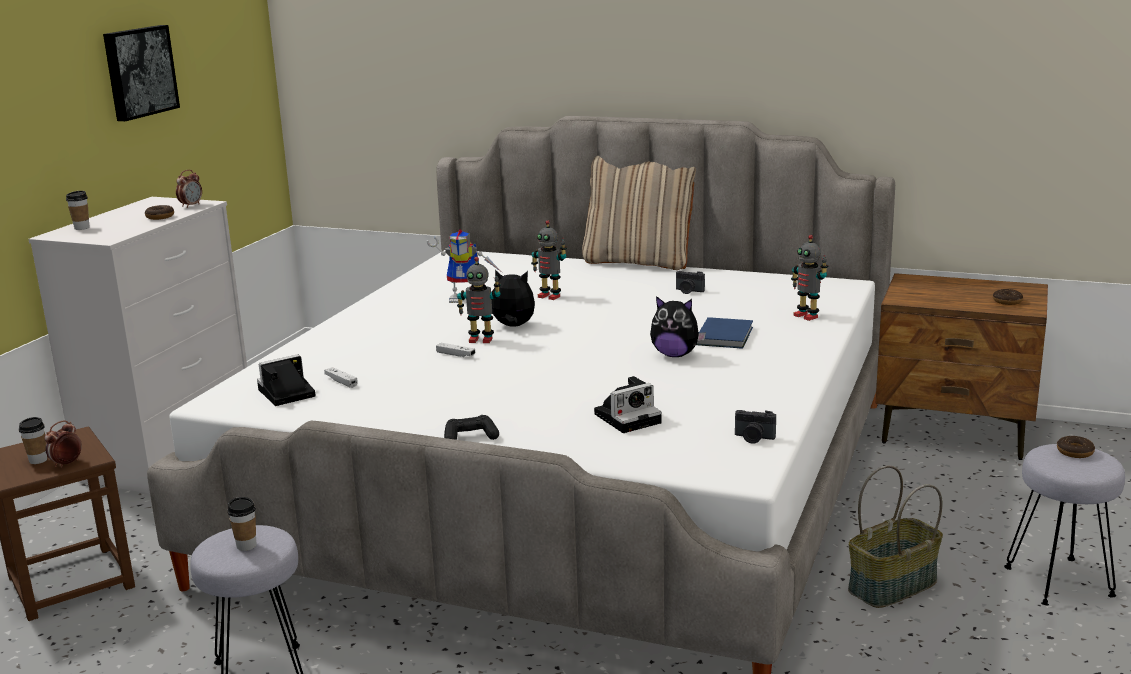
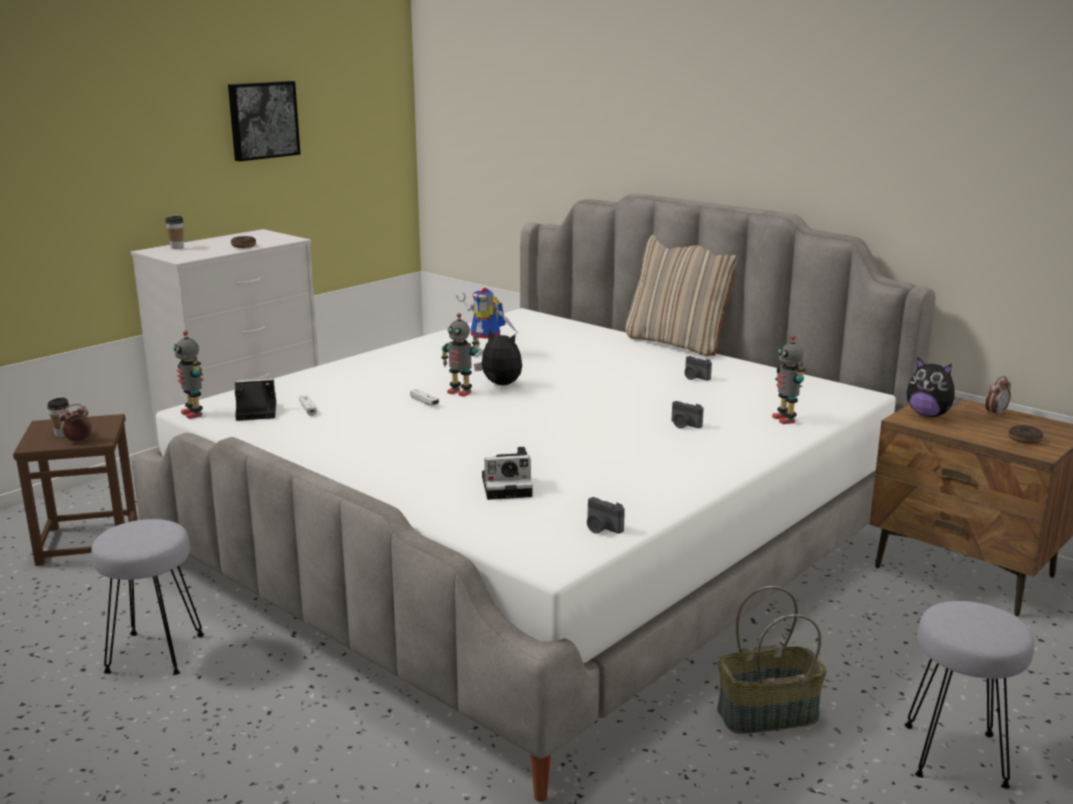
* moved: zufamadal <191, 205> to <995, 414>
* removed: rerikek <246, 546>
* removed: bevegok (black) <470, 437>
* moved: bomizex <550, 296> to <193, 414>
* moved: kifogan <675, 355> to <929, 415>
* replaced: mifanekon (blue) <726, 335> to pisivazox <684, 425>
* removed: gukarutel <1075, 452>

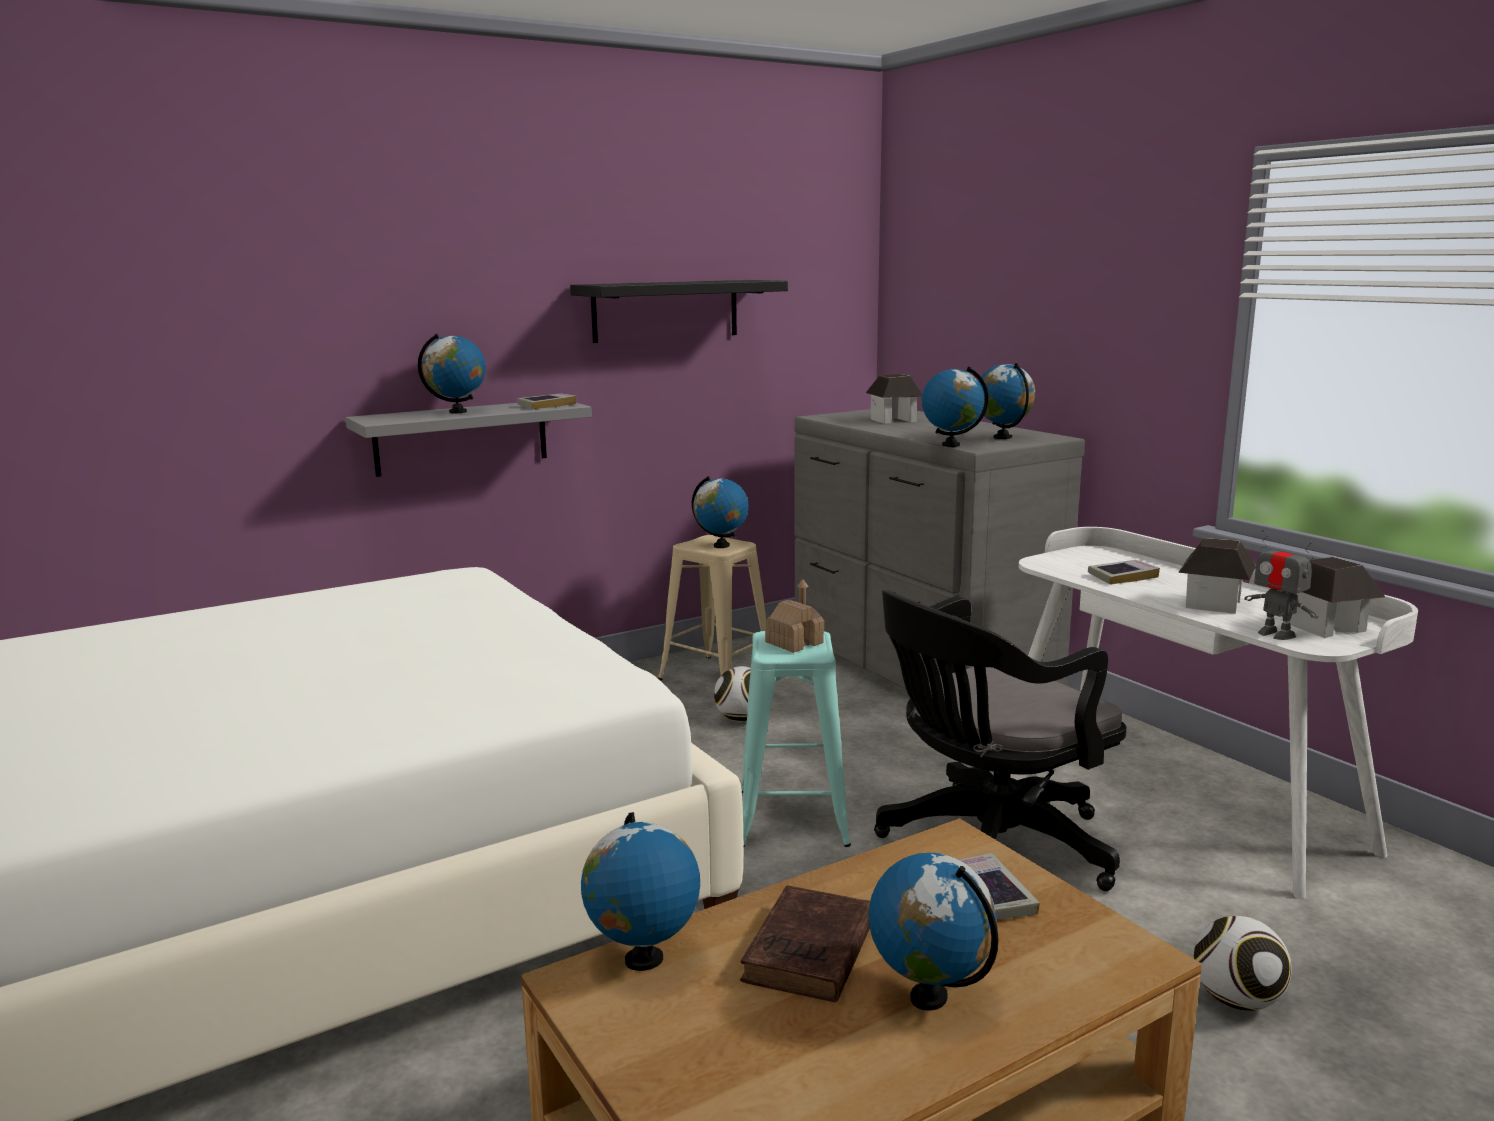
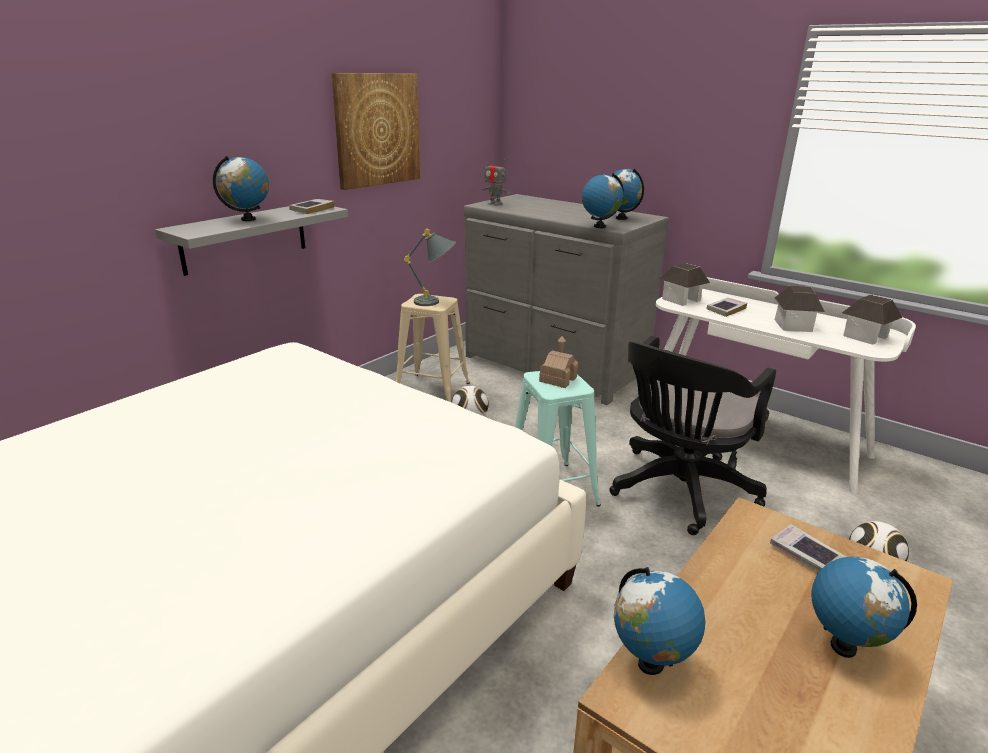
* replaced: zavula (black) <666, 310> to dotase <377, 130>
* replaced: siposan <721, 546> to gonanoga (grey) <435, 302>
* removed: mifanekon (brown) <809, 953>
* moved: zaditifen <893, 420> to <681, 300>
* moved: bomizex <1276, 634> to <495, 204>

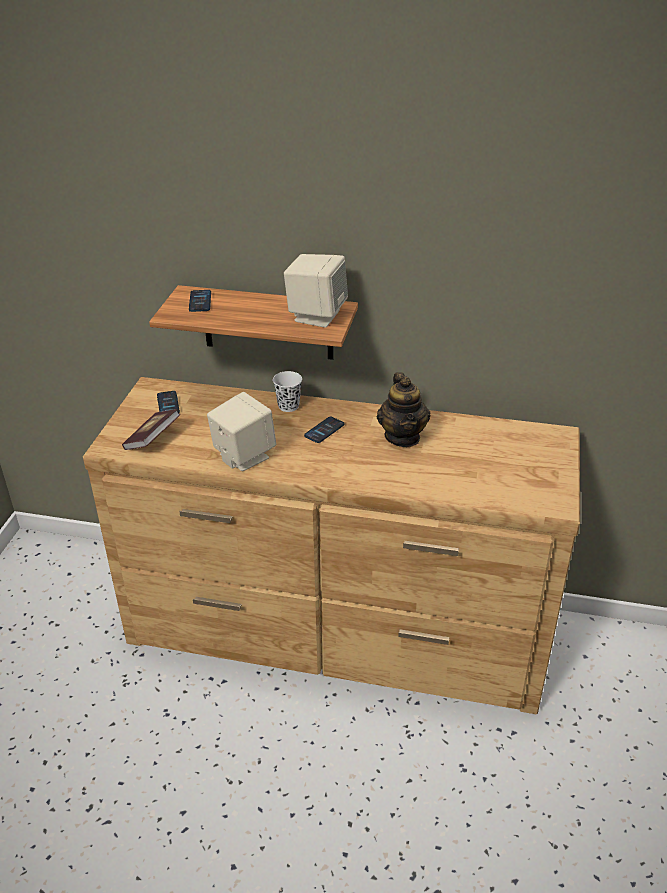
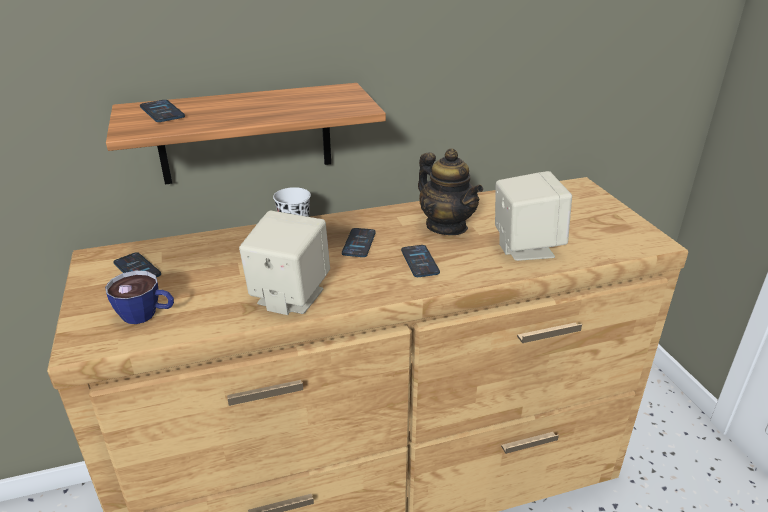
* replaced: mifanekon <152, 439> to rerikek <147, 315>
* moved: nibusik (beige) <316, 315> to <525, 247>
* added: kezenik <420, 262>

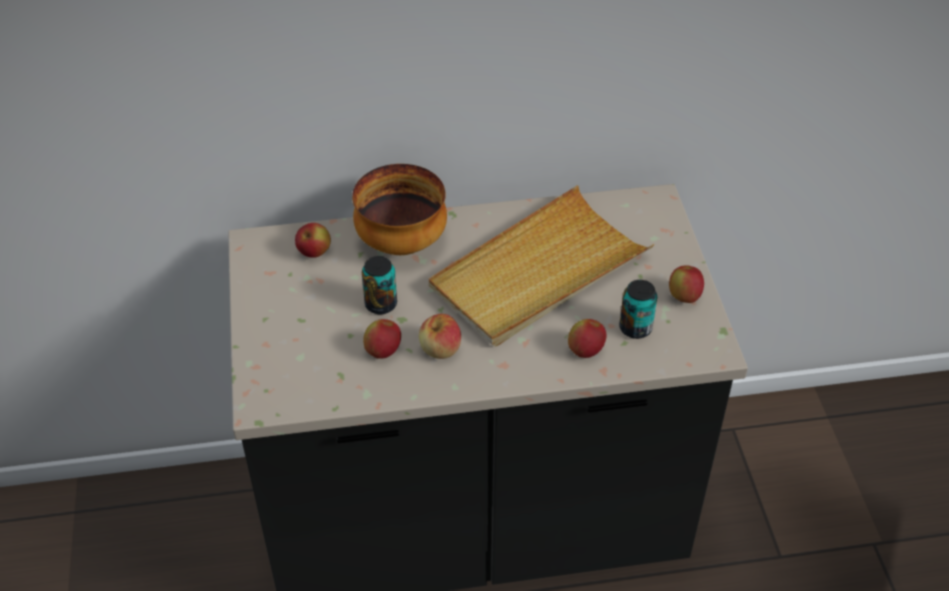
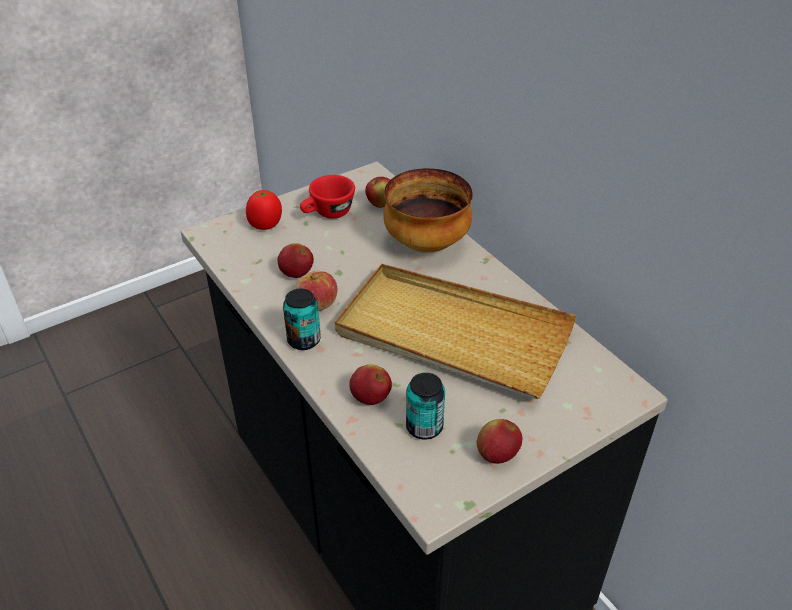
* moved: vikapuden <381, 304> to <304, 340>
* added: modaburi <266, 225>
* added: rerikek (red) <328, 214>

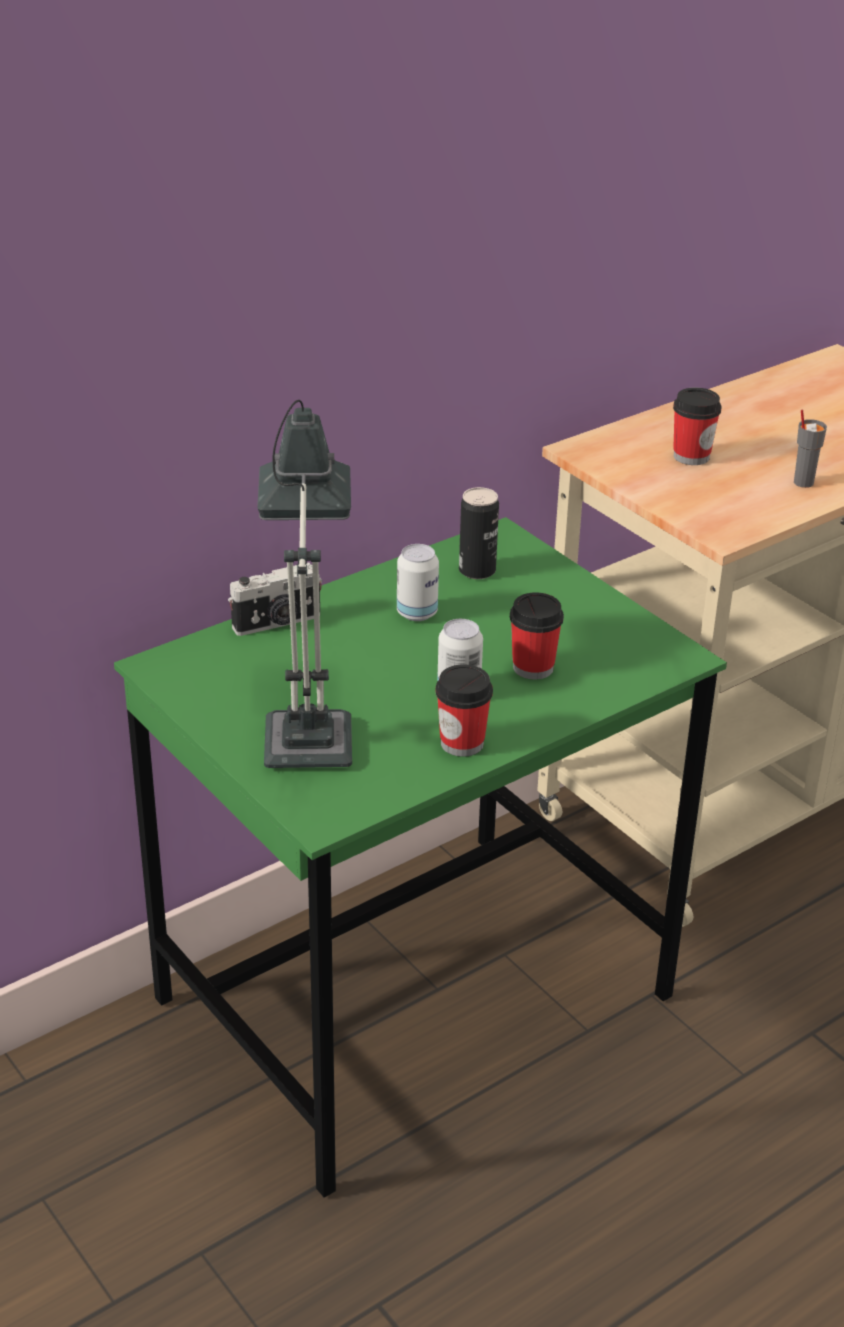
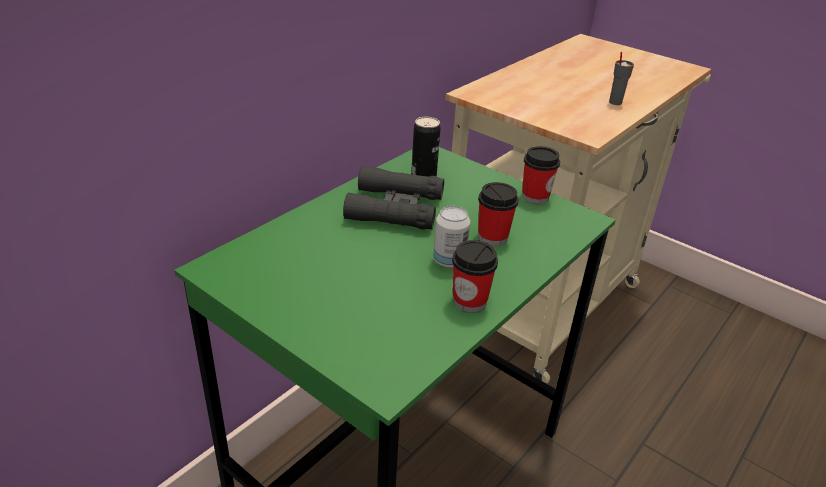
* removed: pisivazox <277, 623>
* removed: gonanoga <308, 729>
* replaced: vikapuden <417, 613> to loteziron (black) <395, 208>
* moved: rerikek <691, 456> to <535, 197>

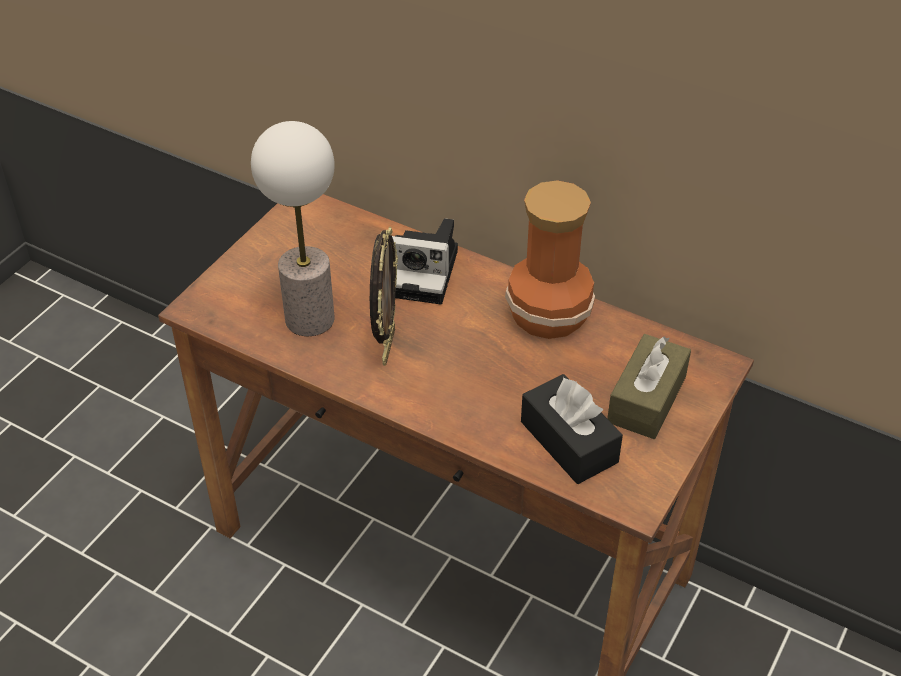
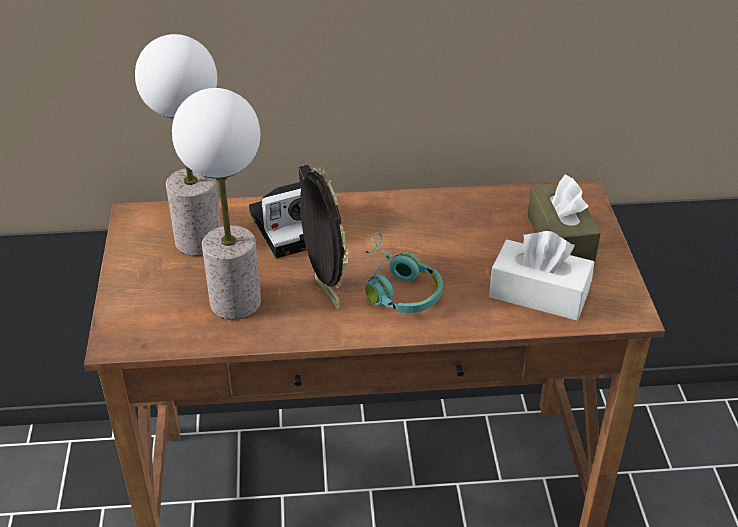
* removed: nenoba <547, 314>
* recoloured: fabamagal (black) <569, 442> to fabamagal (white) <539, 294>
* added: gonanoga <199, 240>
* added: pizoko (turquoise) <397, 288>

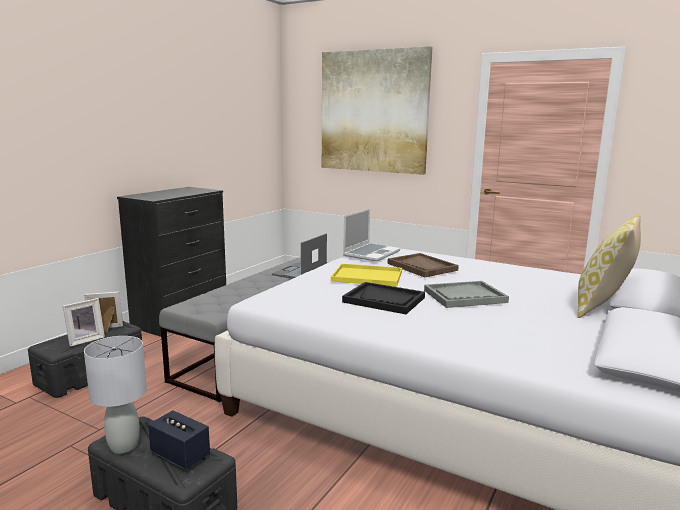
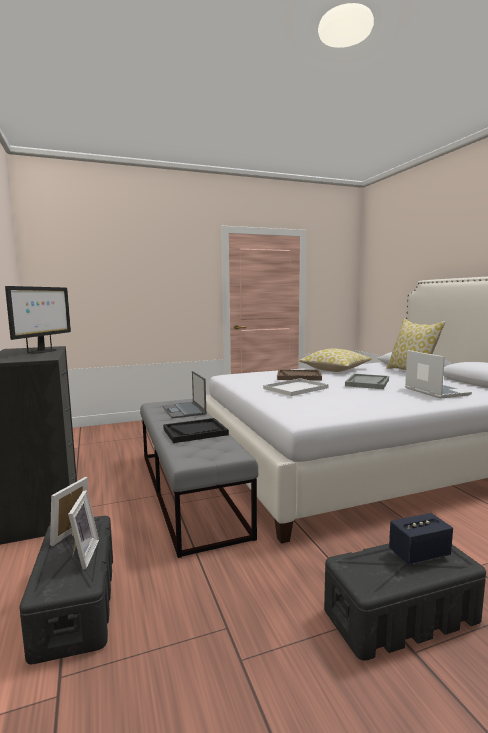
* removed: gonanoga (grey) <124, 446>
* removed: dotase <373, 111>
* recoloured: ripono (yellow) <365, 276> to ripono (white) <295, 388>
* moved: ripono (black) <384, 300> to <195, 432>
* moved: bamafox <371, 253> to <435, 391>
* added: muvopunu <42, 351>
* added: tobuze <335, 369>

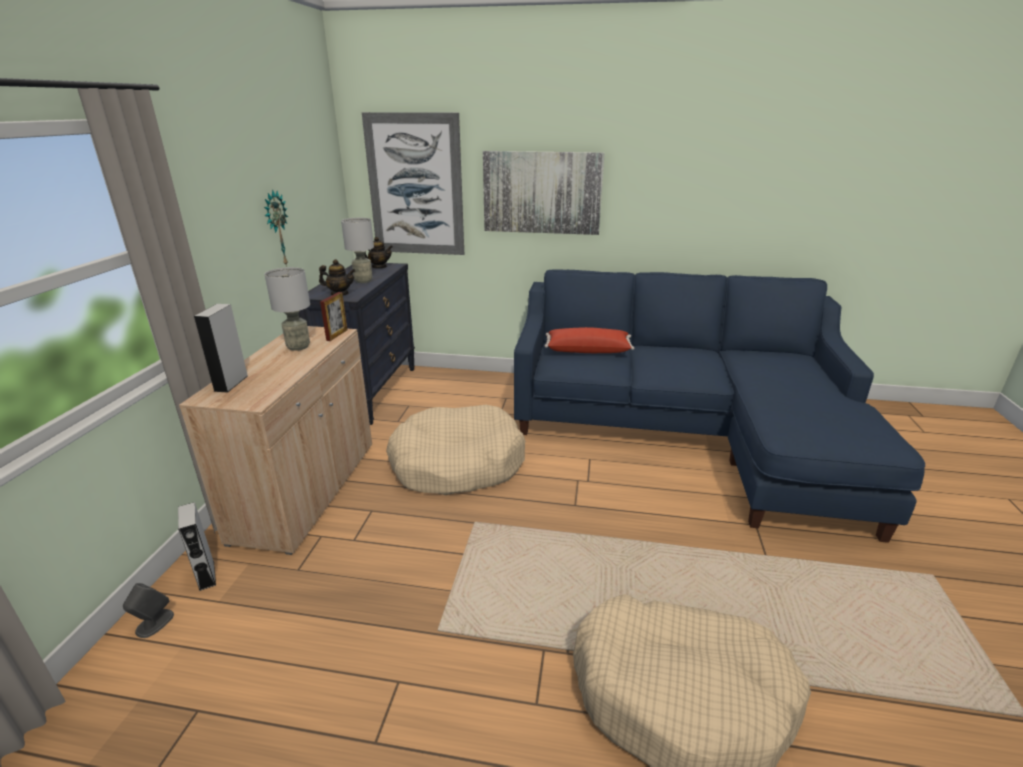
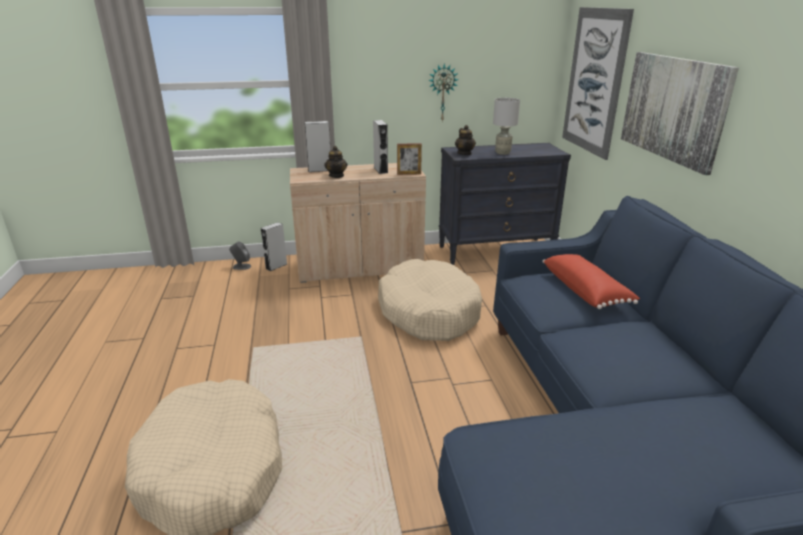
* replaced: gonanoga (grey) <298, 346> to nibusik (grey) <380, 170>
* moved: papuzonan <379, 267> to <336, 176>

